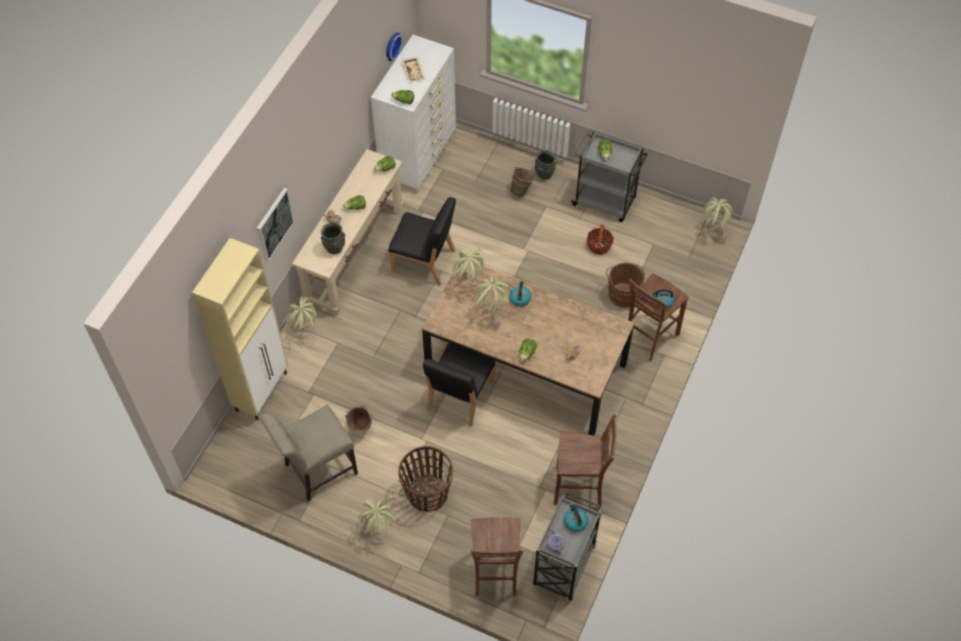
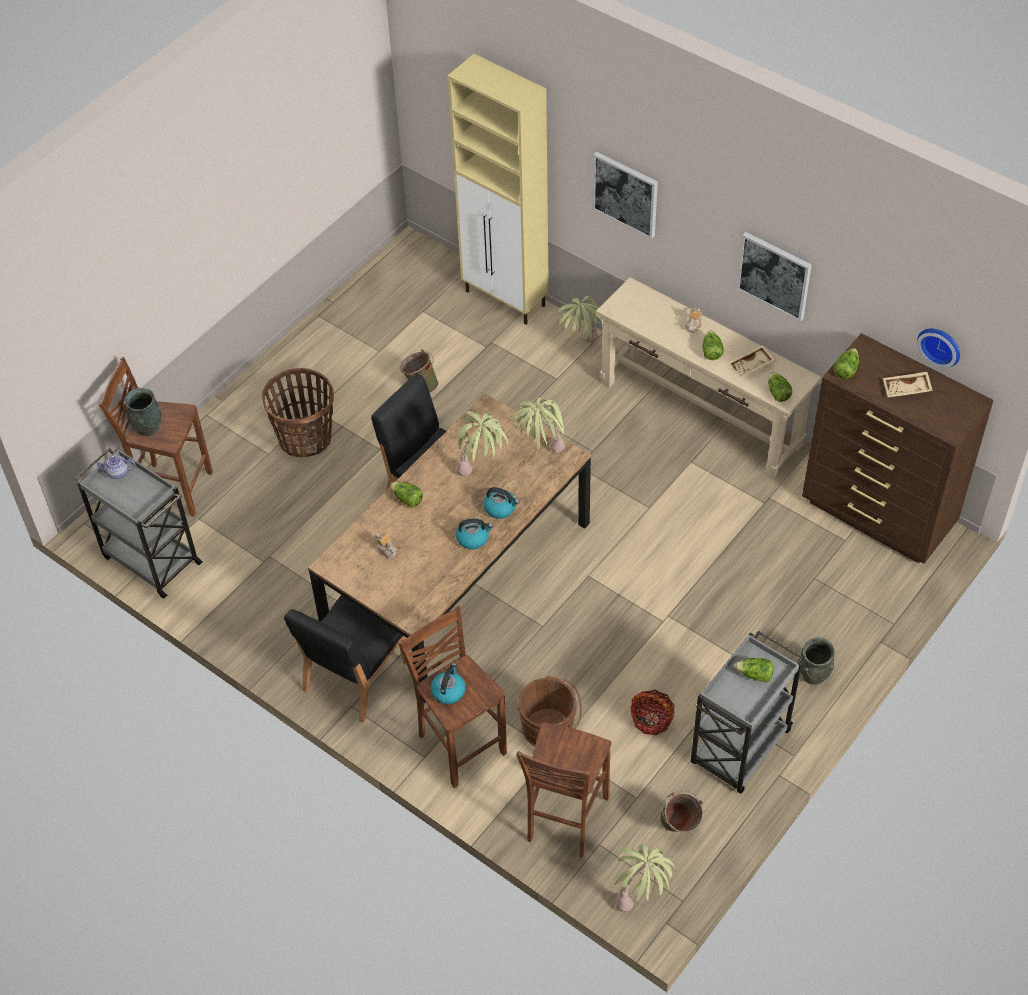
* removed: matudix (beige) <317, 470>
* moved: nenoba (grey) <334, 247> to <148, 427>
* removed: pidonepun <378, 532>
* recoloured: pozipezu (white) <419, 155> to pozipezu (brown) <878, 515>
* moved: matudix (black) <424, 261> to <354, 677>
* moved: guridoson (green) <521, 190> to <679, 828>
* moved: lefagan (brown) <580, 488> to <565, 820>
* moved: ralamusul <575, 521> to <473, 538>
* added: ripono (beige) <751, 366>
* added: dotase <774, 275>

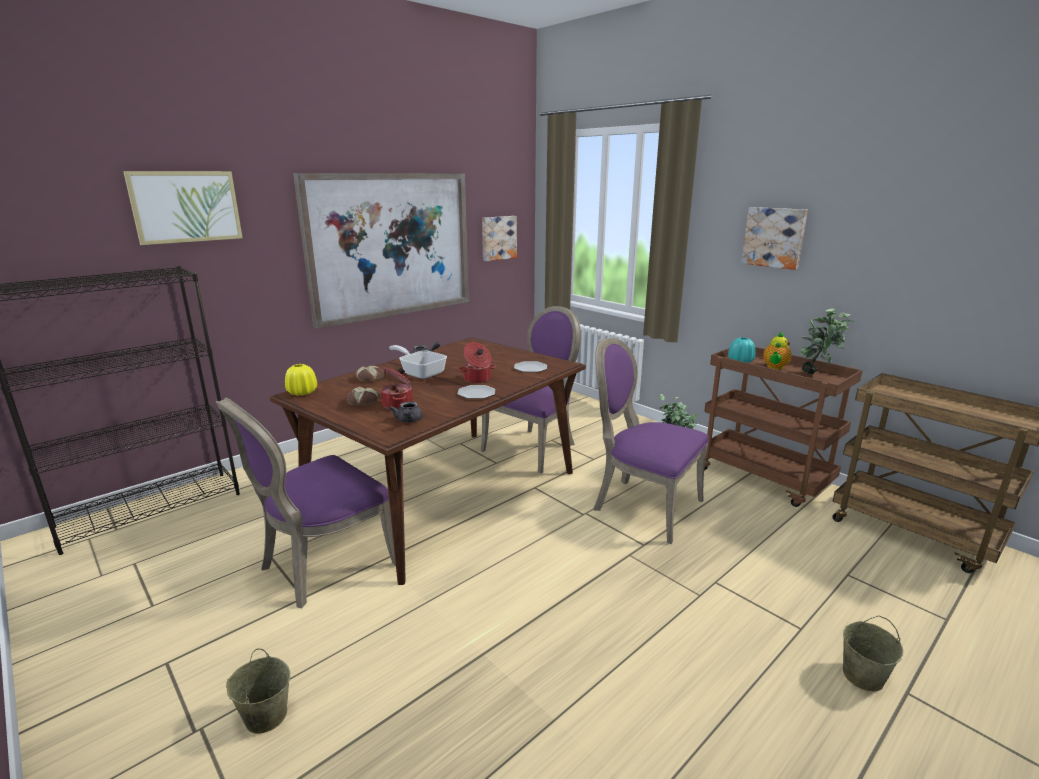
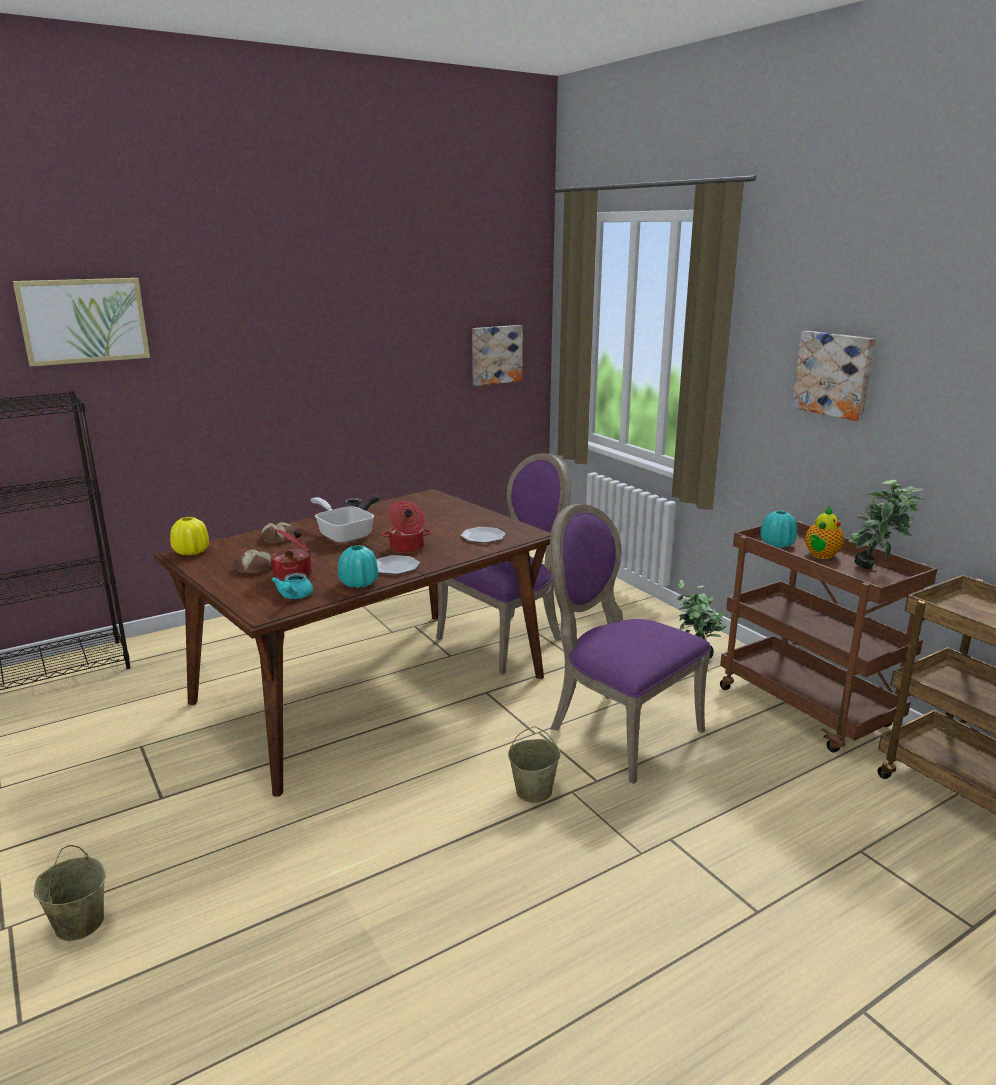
* removed: matudix (purple) <322, 566>
* removed: dotase <390, 245>
* recoloured: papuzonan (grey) <408, 421> to papuzonan (turquoise) <294, 597>
* moved: guridoson (beige) <862, 675> to <534, 791>
* added: nenoba (turquoise) <359, 583>

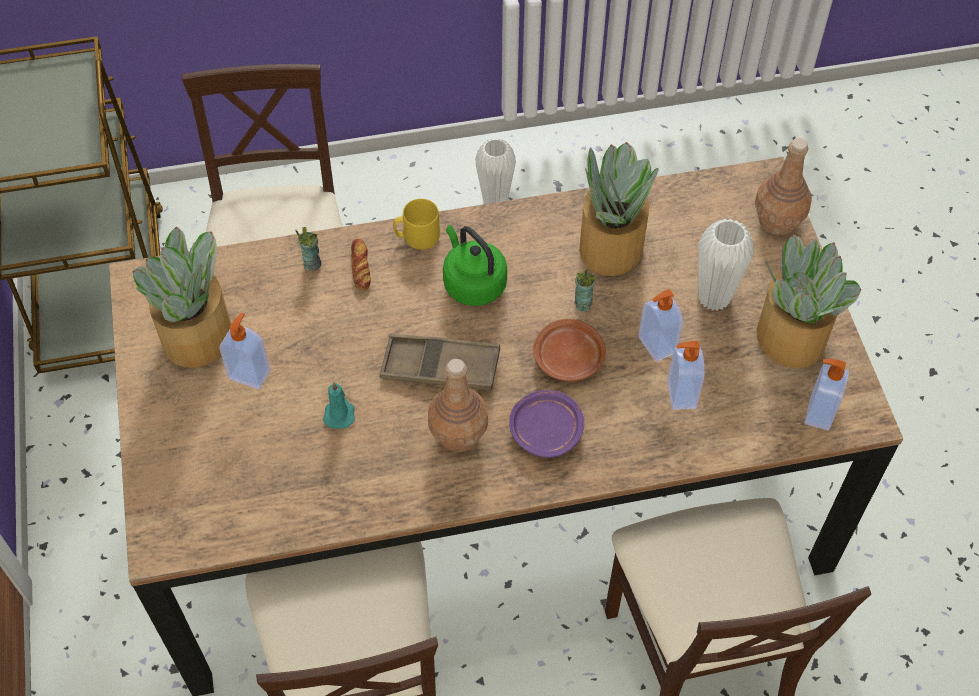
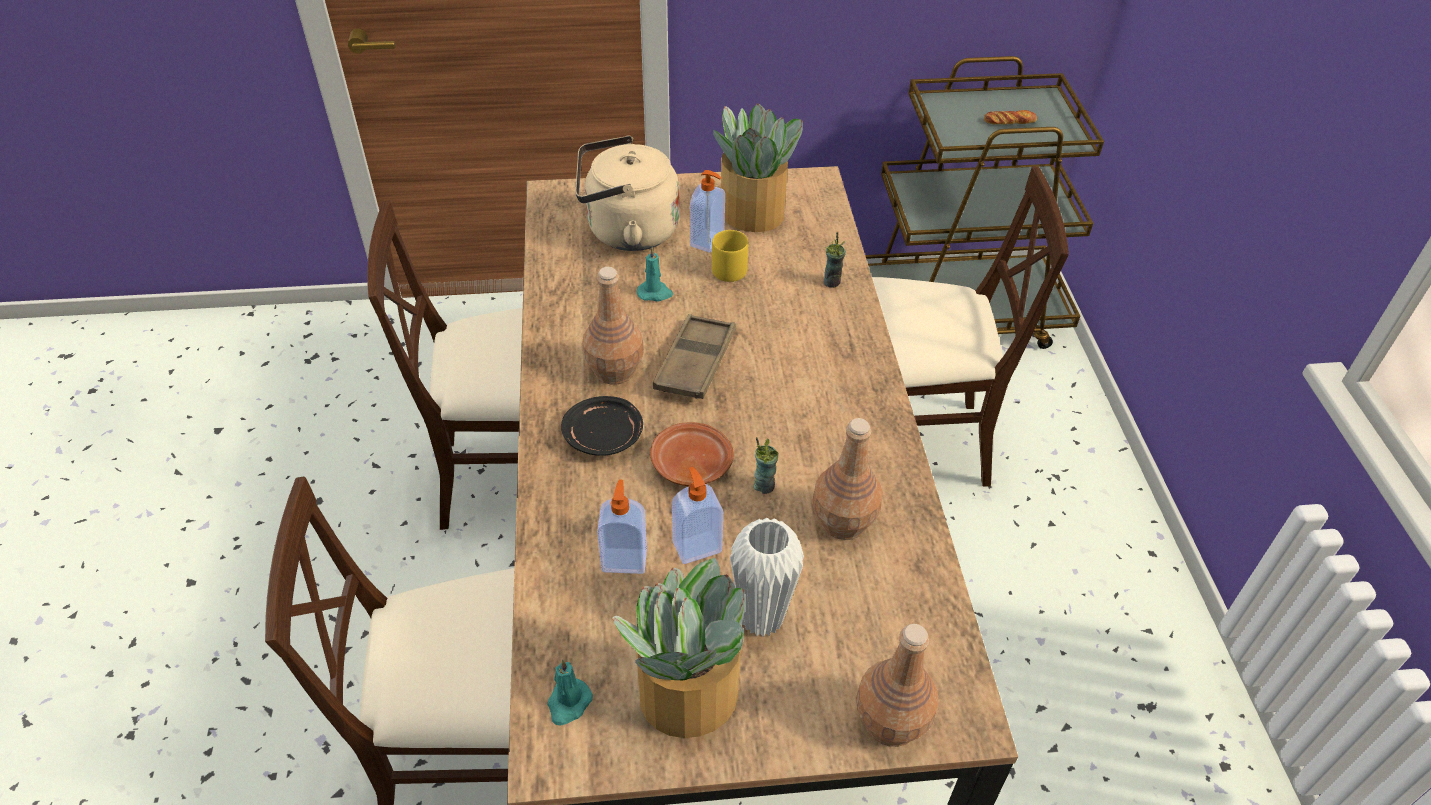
* moved: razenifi <360, 267> to <1009, 121>
* moved: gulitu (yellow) <417, 237> to <729, 268>
* removed: ralamusul (green) <472, 283>
* removed: nenoba (white) <495, 200>
* recoloured: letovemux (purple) <546, 429> to letovemux (black) <604, 435>
* replaced: pidonepun <610, 249> to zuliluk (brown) <844, 521>
* replaced: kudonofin <818, 413> to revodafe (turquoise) <568, 703>
* added: ralamusul (beige) <626, 231>

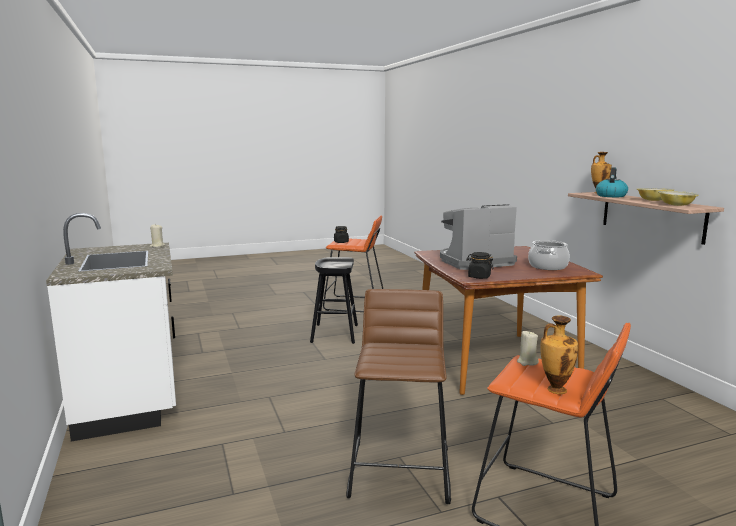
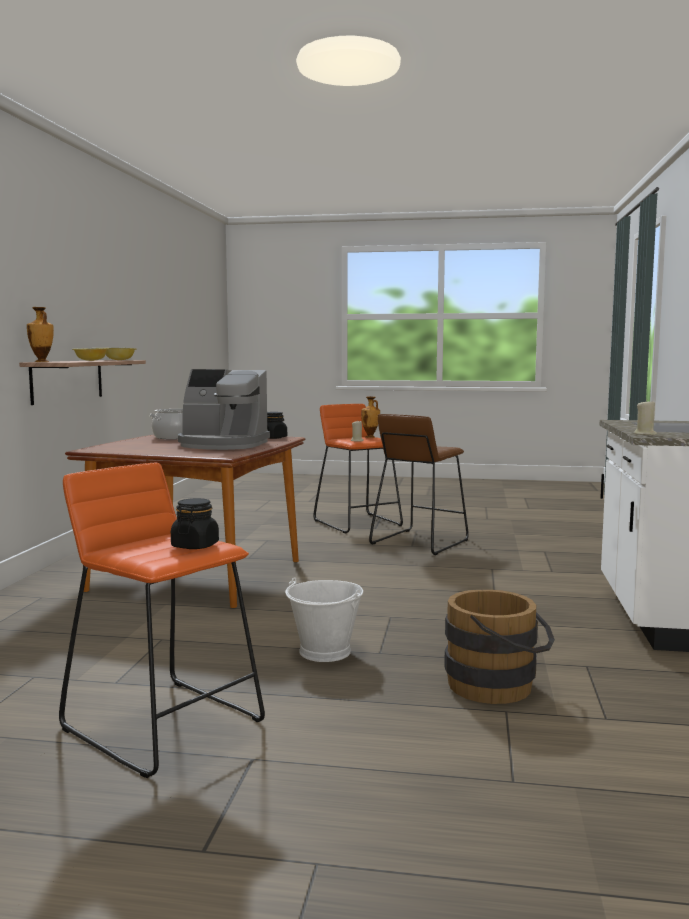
* replaced: lefagan (black) <334, 334> to guridoson (white) <325, 652>
* removed: ralamusul <610, 196>
* added: guridoson (brown) <498, 687>

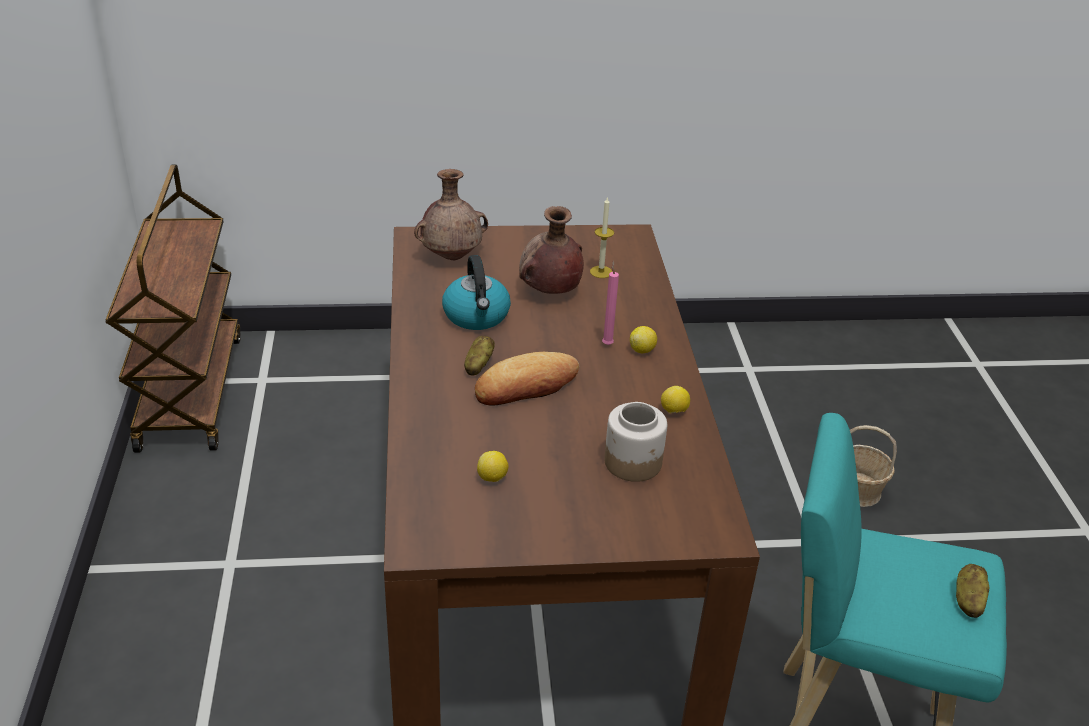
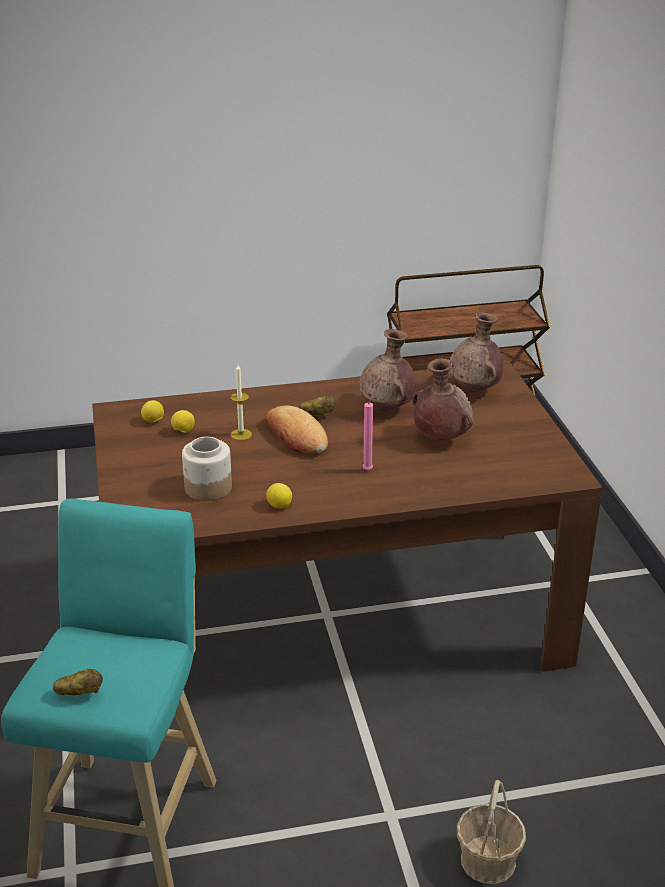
* replaced: ralamusul <477, 316> to nenoba (brown) <387, 408>
* moved: revodafe <601, 272> to <241, 434>
* moved: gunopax <642, 350> to <153, 421>

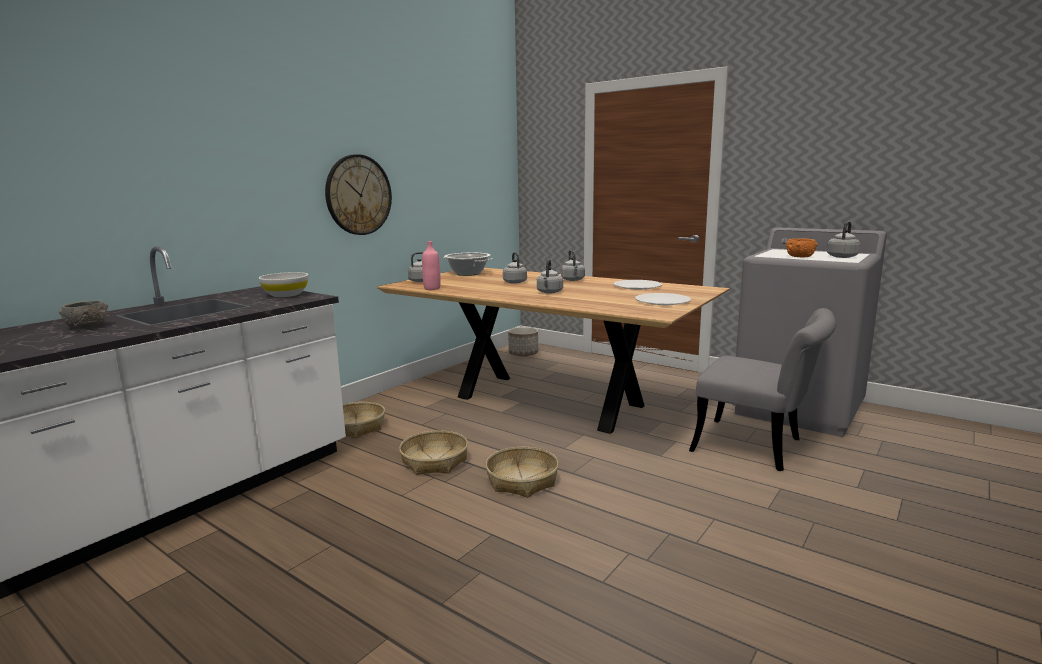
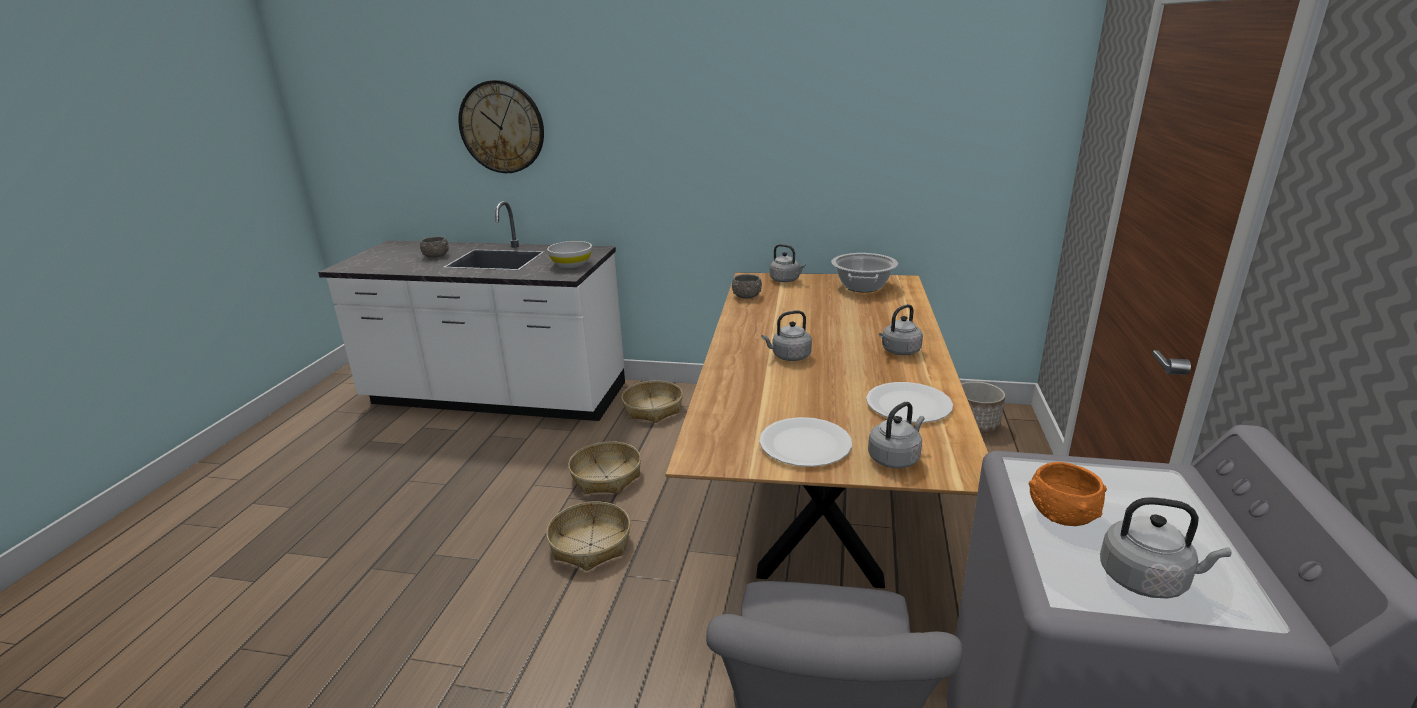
* moved: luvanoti <358, 195> to <502, 127>
* replaced: zuliluk (pink) <432, 288> to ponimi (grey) <747, 296>
* moved: ralamusul (grey) <514, 282> to <895, 458>

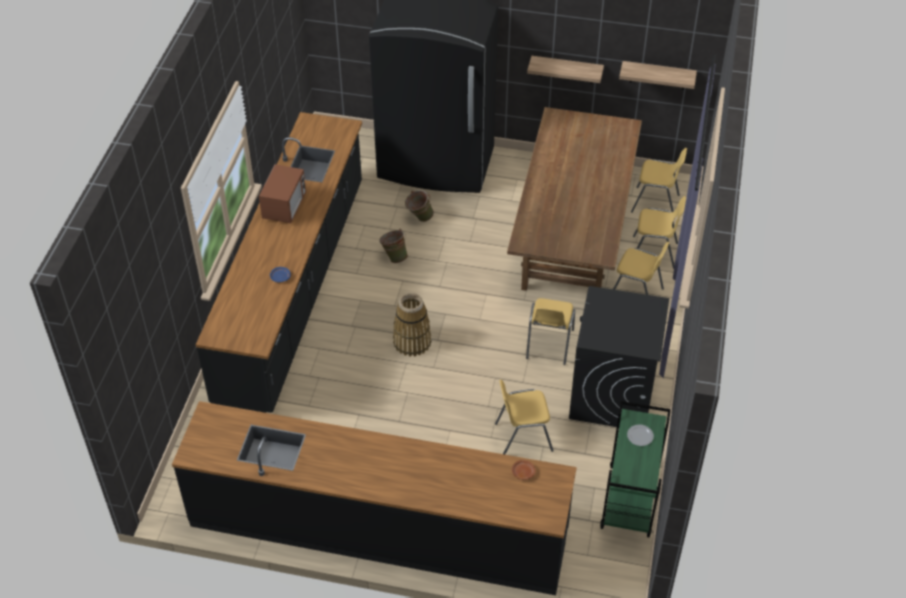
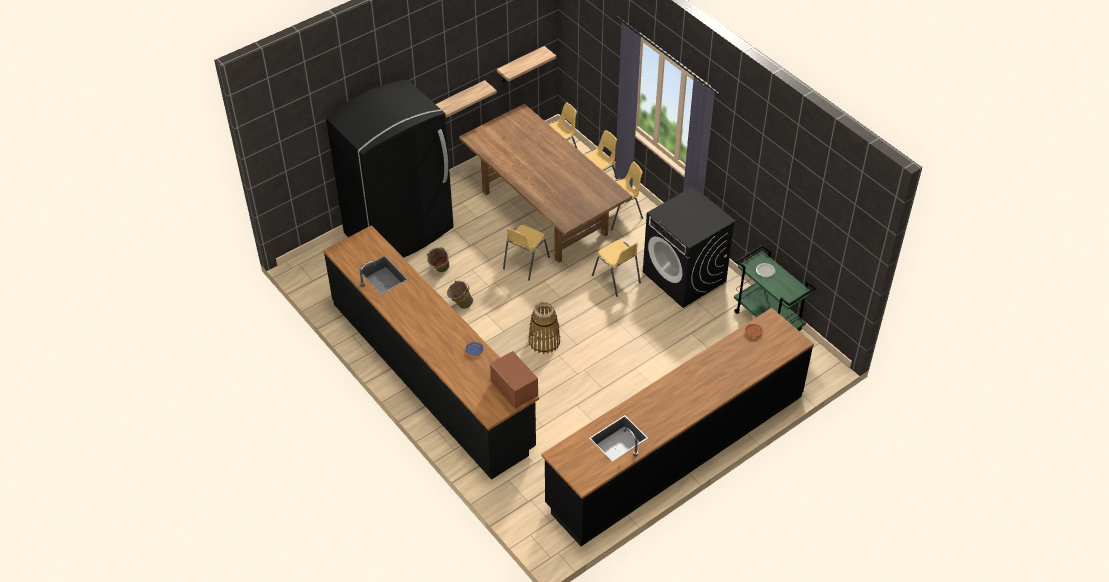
* moved: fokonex <284, 207> to <514, 390>
* moved: matudix (yellow) <523, 436> to <525, 263>

